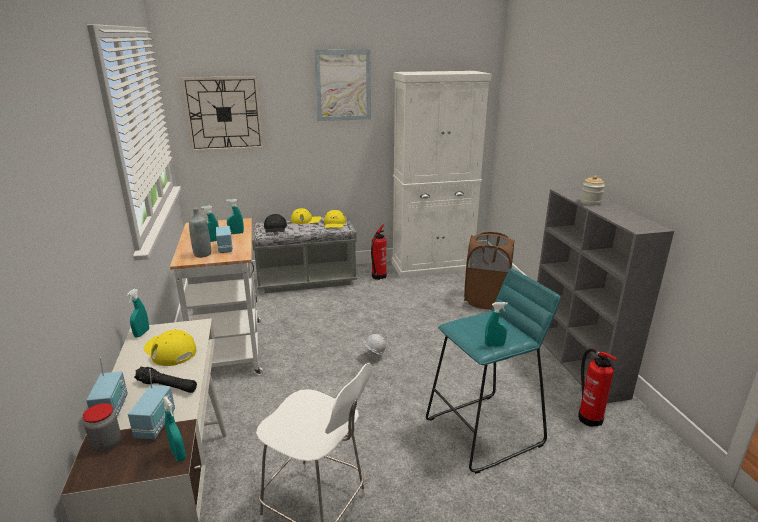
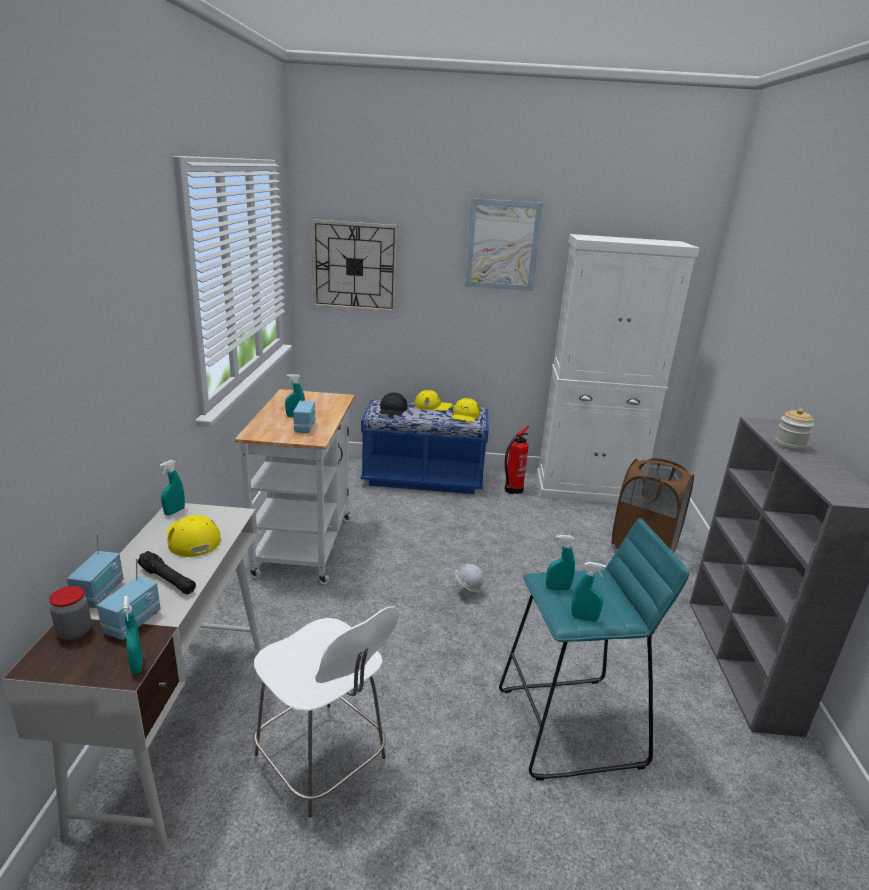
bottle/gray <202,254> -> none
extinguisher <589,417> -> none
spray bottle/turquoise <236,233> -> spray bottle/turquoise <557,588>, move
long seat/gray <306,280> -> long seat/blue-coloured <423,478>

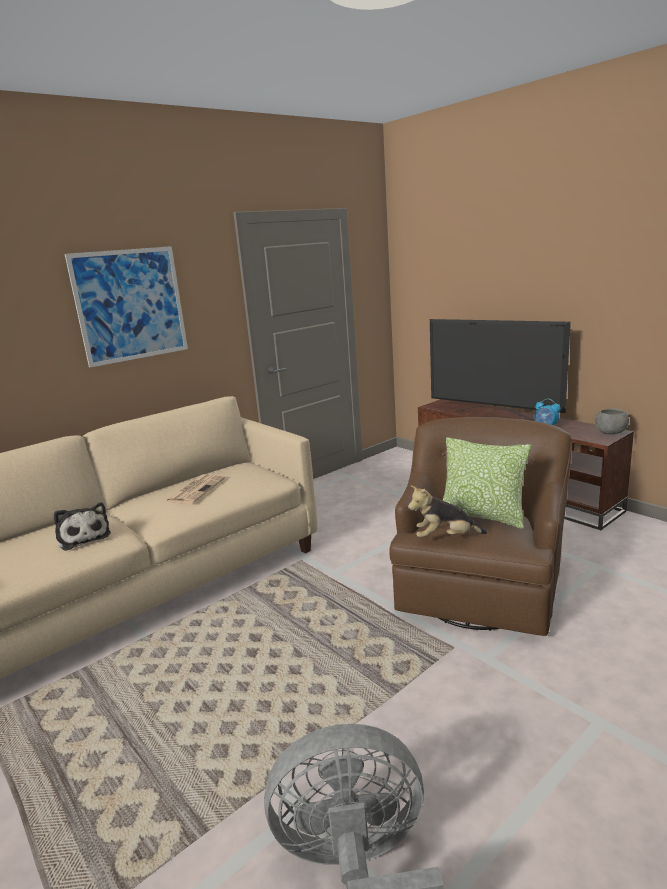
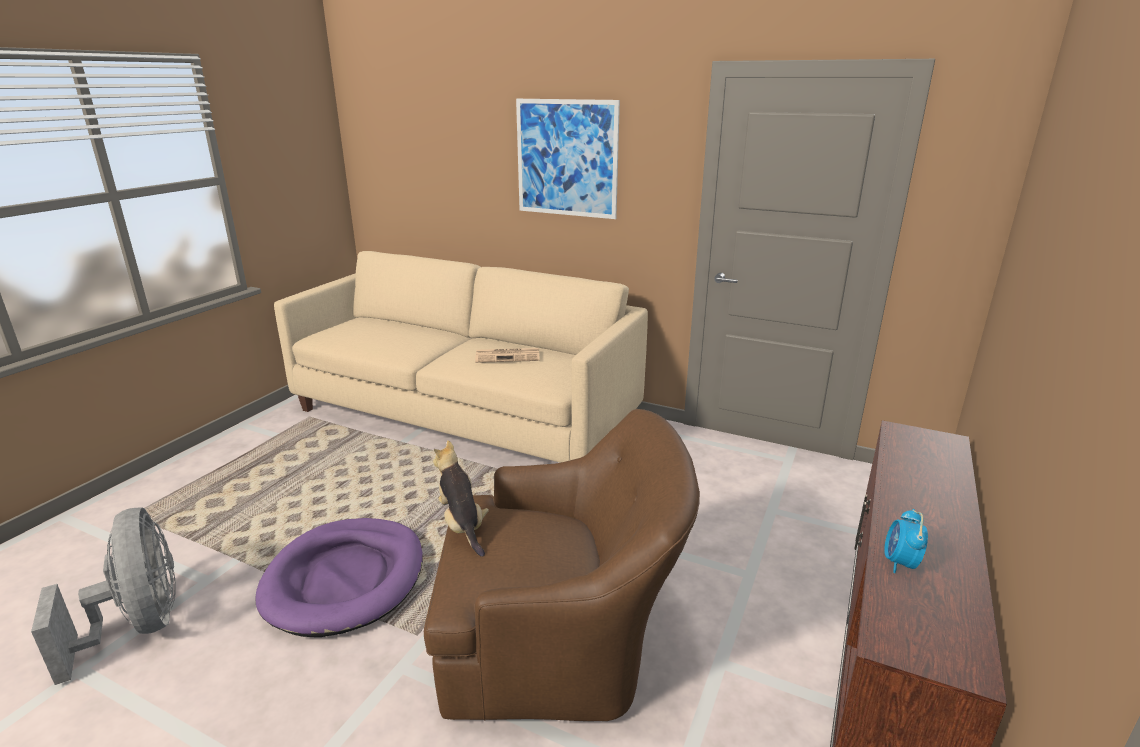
plush toy <83,537> -> none
TV set <493,415> -> none
cushion <483,516> -> none
serving bowl/gray <611,433> -> none
none -> dog cushion/purple <345,579>

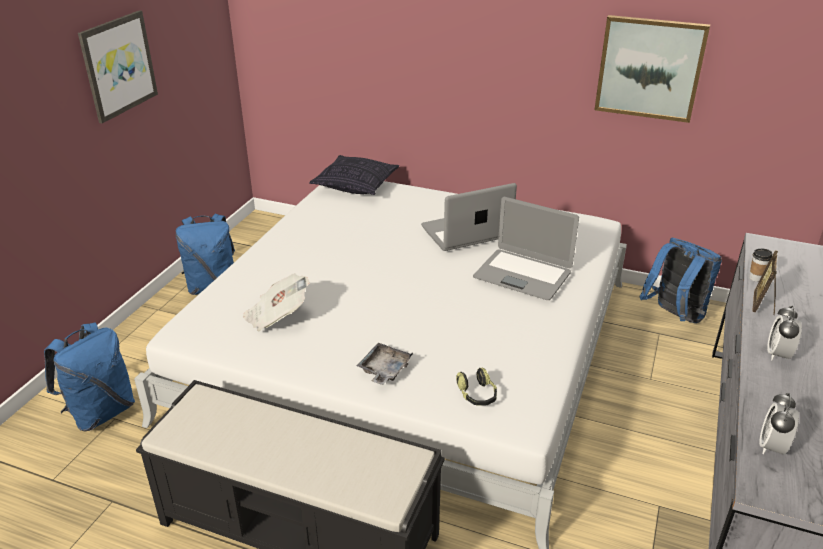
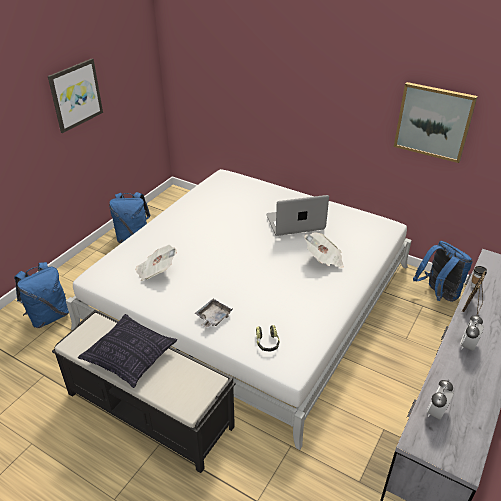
cushion <356,185> -> cushion <130,357>, move
portable computer <522,275> -> newspaper <324,259>

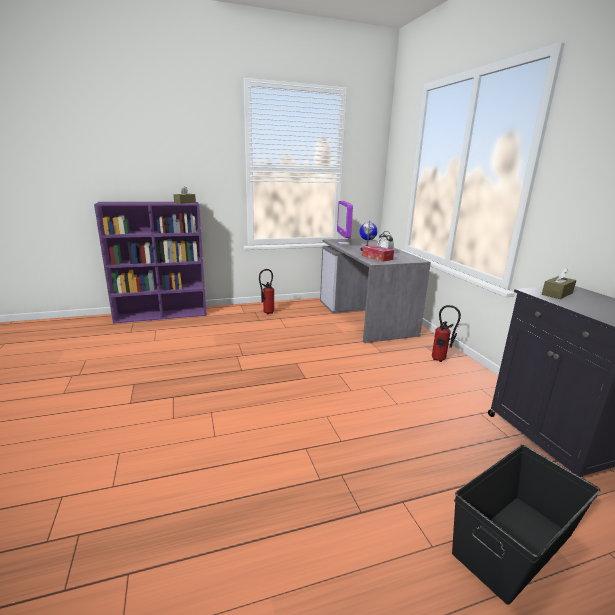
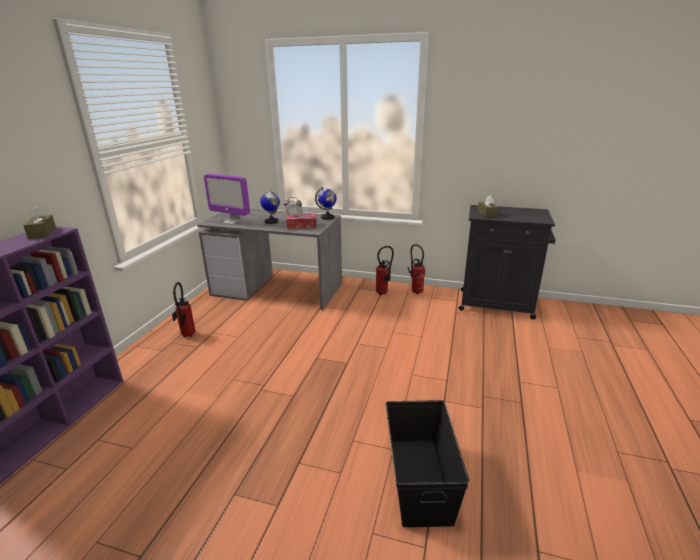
none -> globe <327,217>
none -> extinguisher <416,291>
storage bin/blackish <511,543> -> storage bin/blackish <418,479>, move

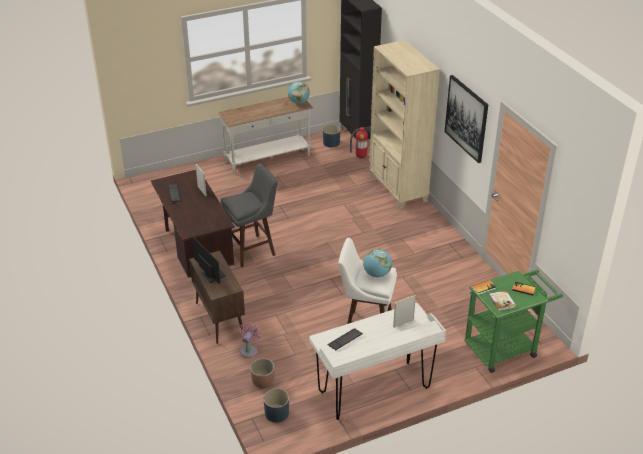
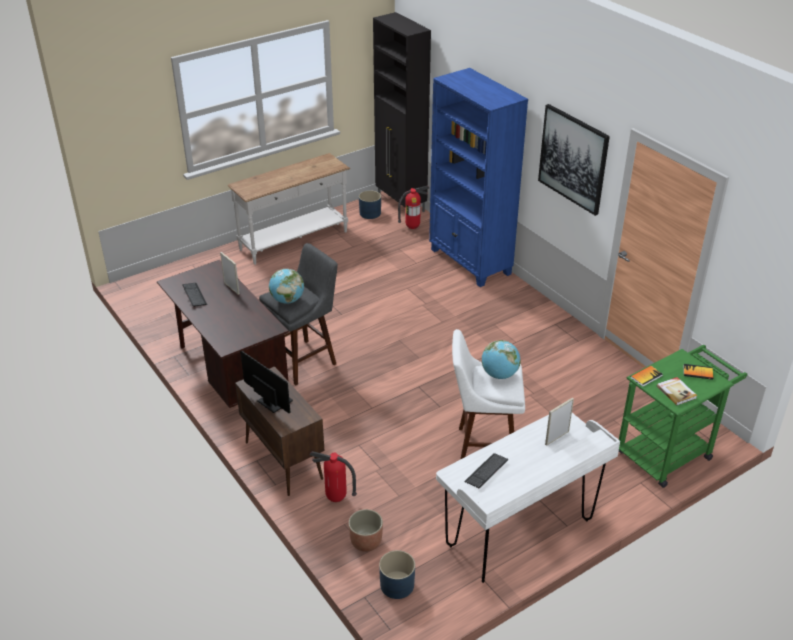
globe <298,102> -> globe <287,300>, move
electric fan/pink <249,350> -> extinguisher <336,499>
bookshelf/sand-coloured <398,189> -> bookshelf/blue-coloured <470,262>

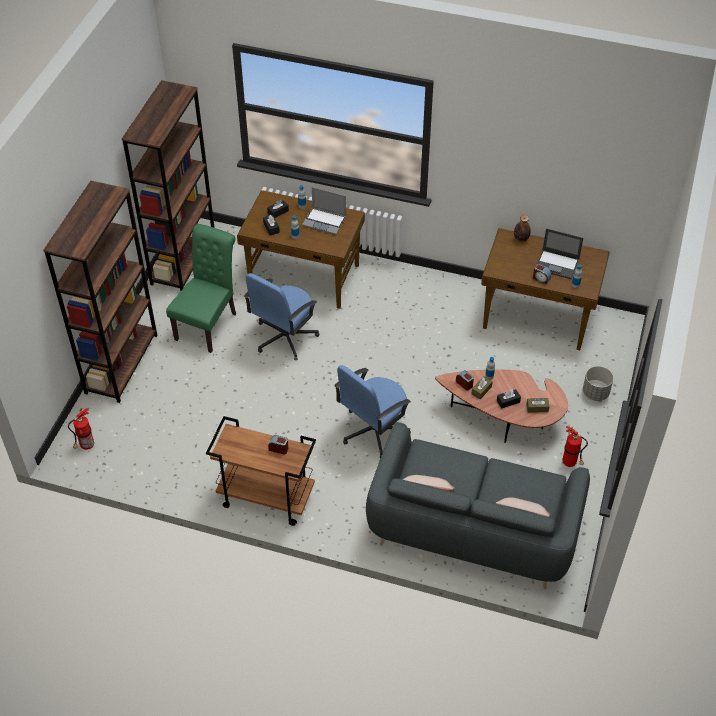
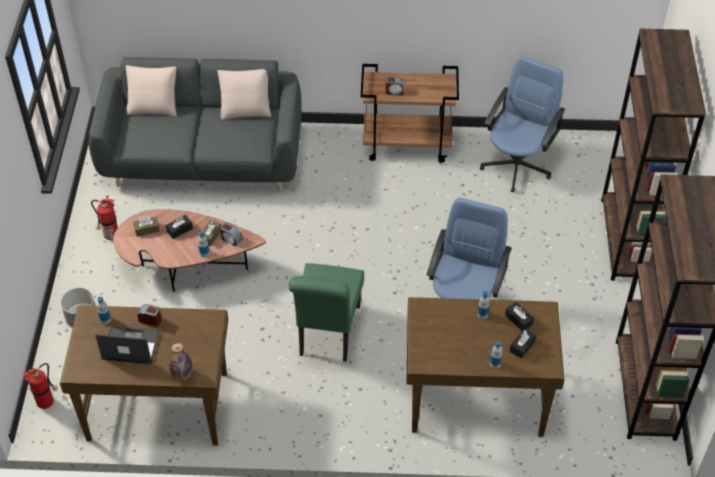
portable computer <325,221> -> none
extinguisher <86,446> -> extinguisher <47,402>, move
plain chair/green-coloured <209,324> -> plain chair/green-coloured <328,334>, move
desk chair/blue-coloured <373,431> -> desk chair/blue-coloured <517,165>, move

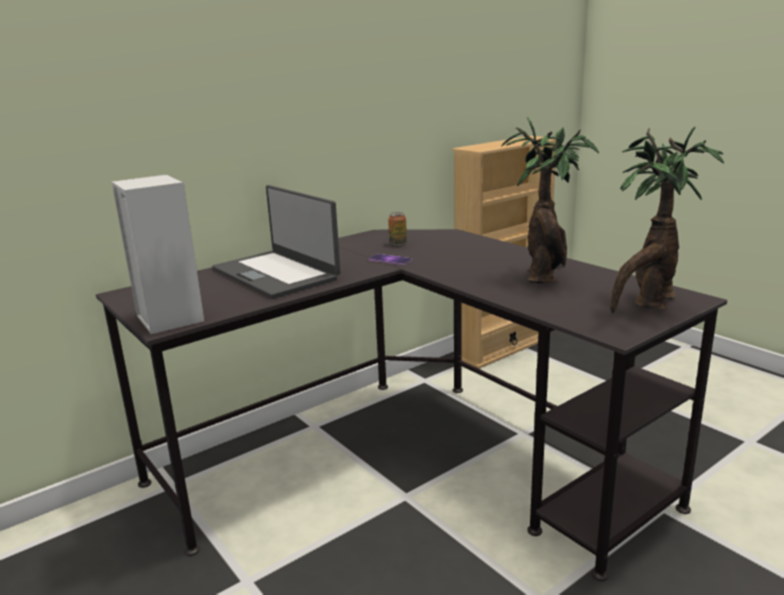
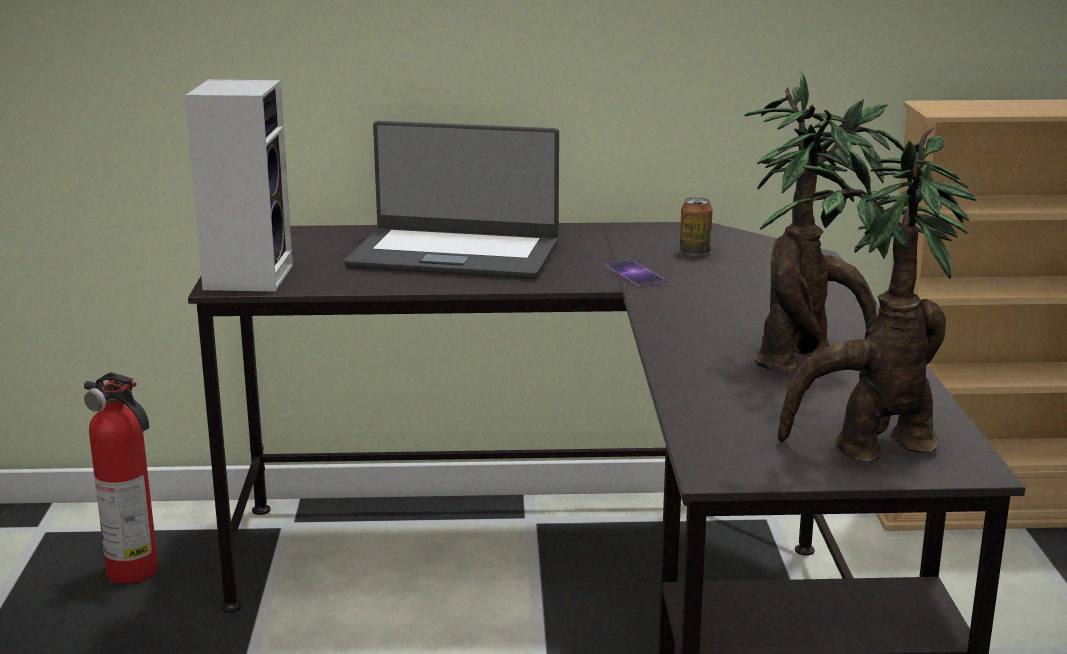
none -> extinguisher <135,572>
portable computer <276,274> -> portable computer <455,254>, 75 degrees counterclockwise

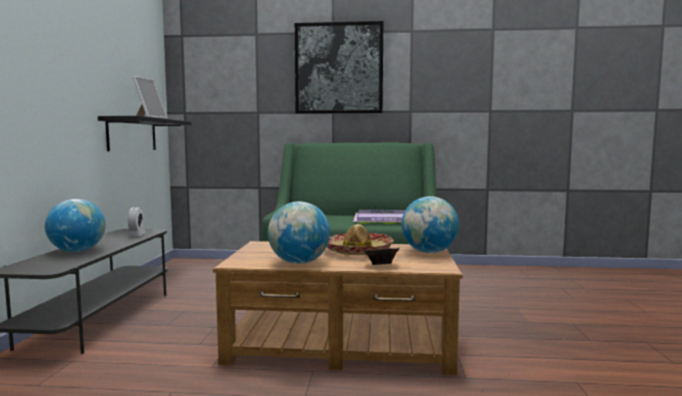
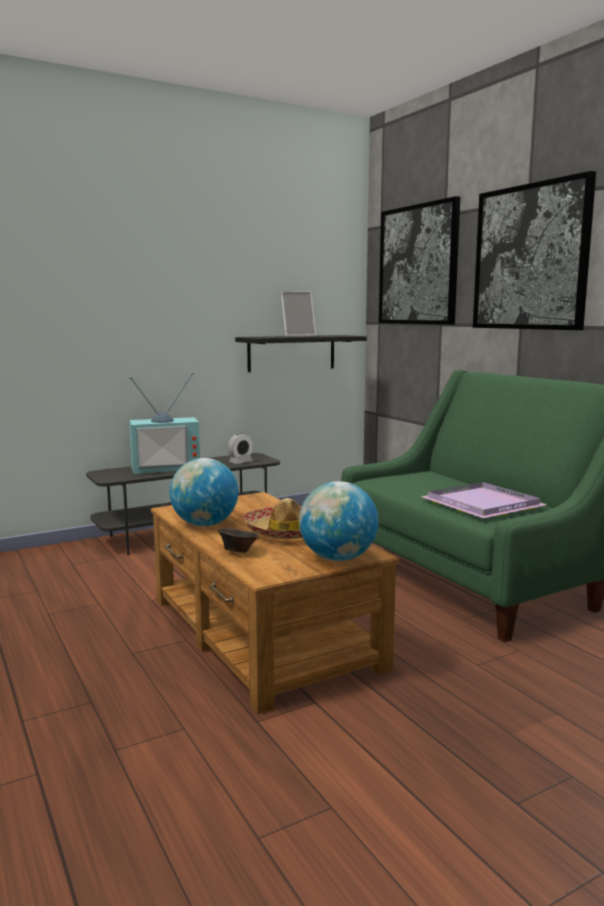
none -> picture <418,265>
globe <77,251> -> TV set <166,467>

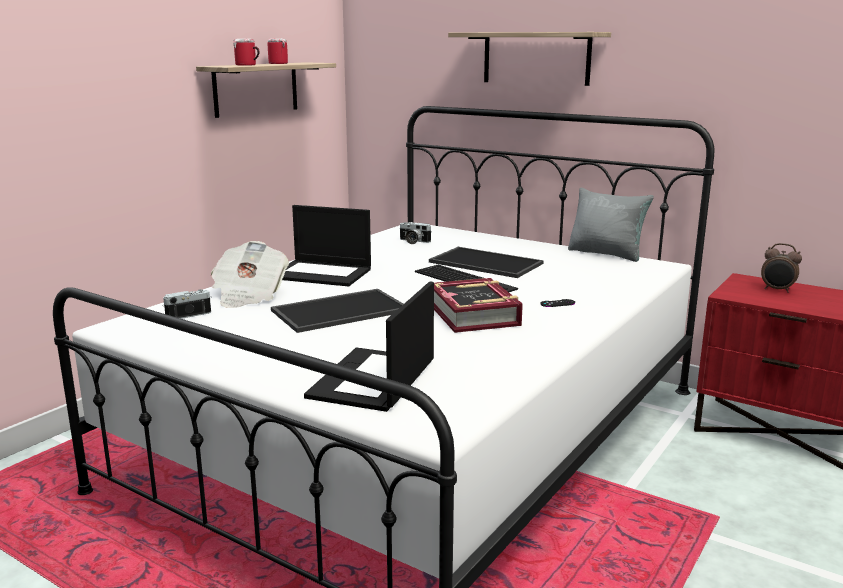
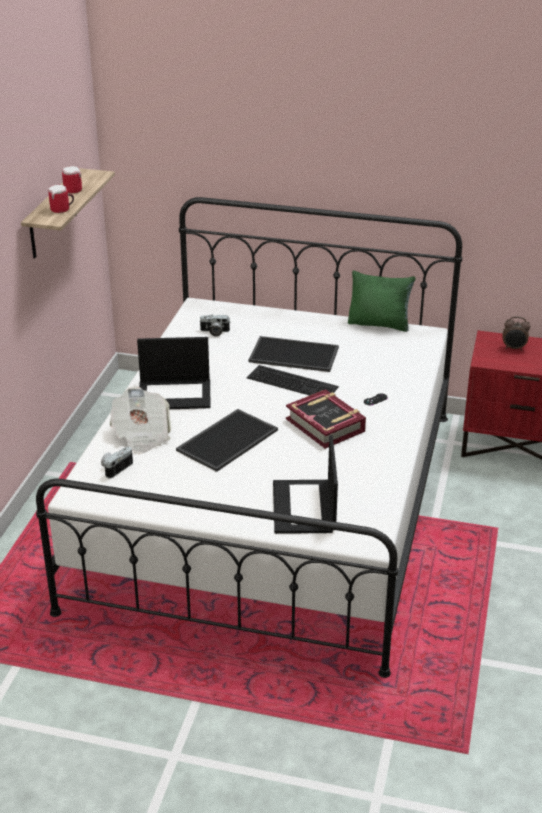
shelf <536,58> -> none
cushion/gray <606,254> -> cushion/green-coloured <379,324>

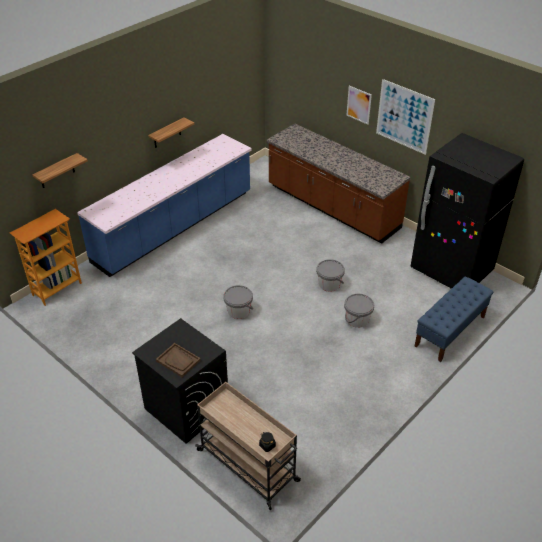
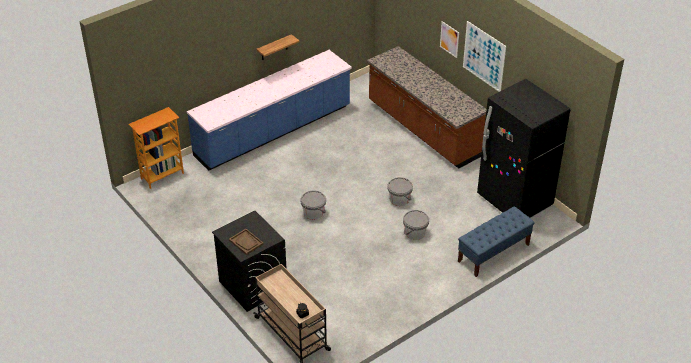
shelf <56,171> -> none

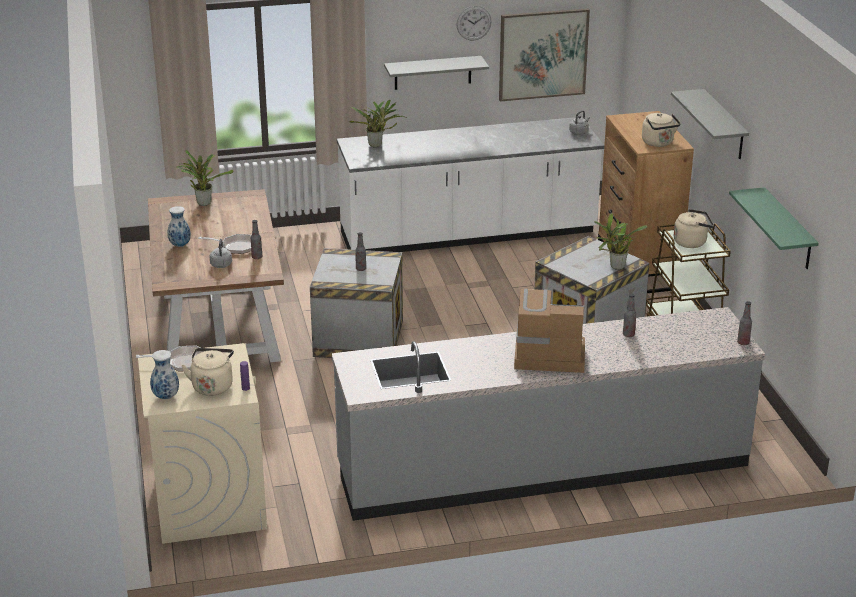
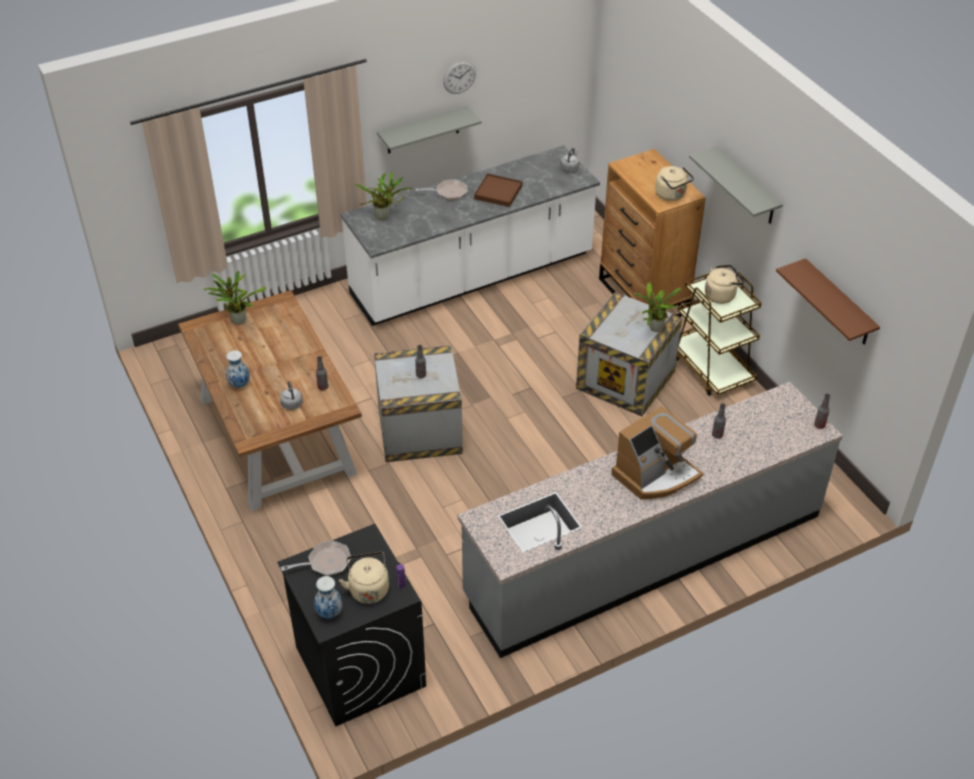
picture <543,54> -> none
none -> serving tray/brown <498,192>
pan <236,247> -> pan <448,192>, move
washing machine/sand-coloured <209,502> -> washing machine/blackish <359,666>
shelf/green-coloured <788,230> -> shelf/brown <838,304>
coffee brewer <548,354> -> coffee brewer <655,475>, 150 degrees clockwise

